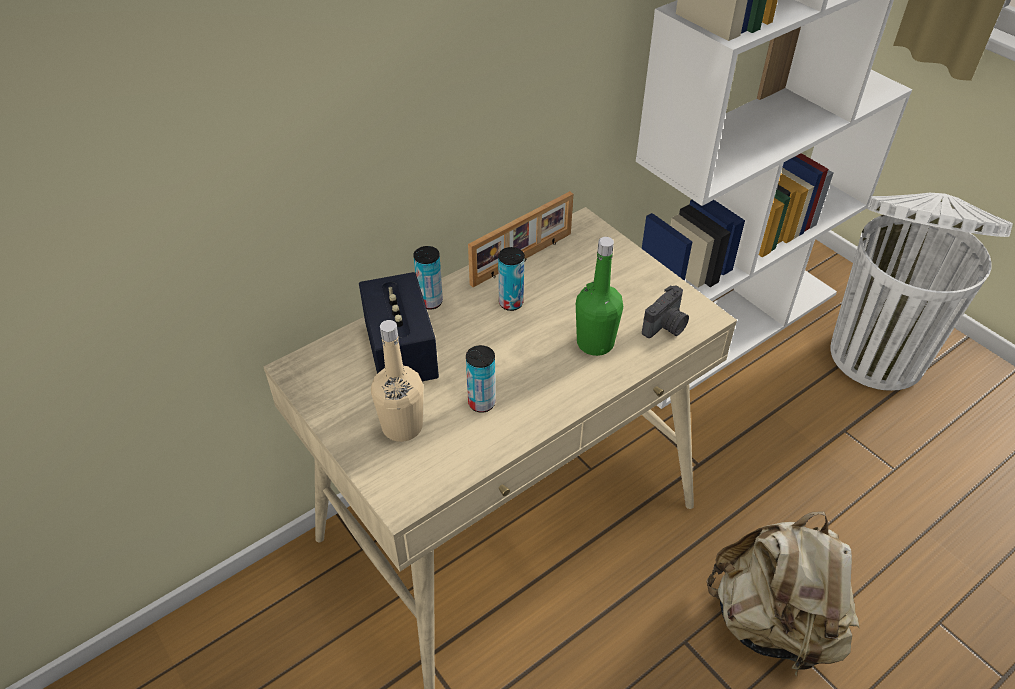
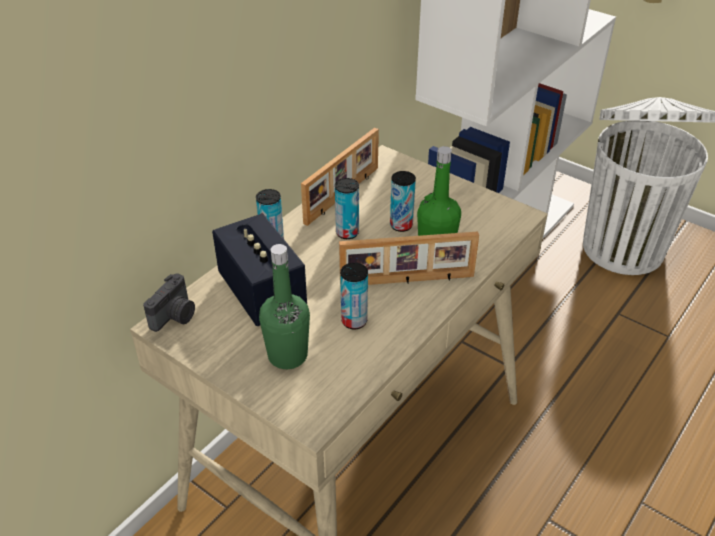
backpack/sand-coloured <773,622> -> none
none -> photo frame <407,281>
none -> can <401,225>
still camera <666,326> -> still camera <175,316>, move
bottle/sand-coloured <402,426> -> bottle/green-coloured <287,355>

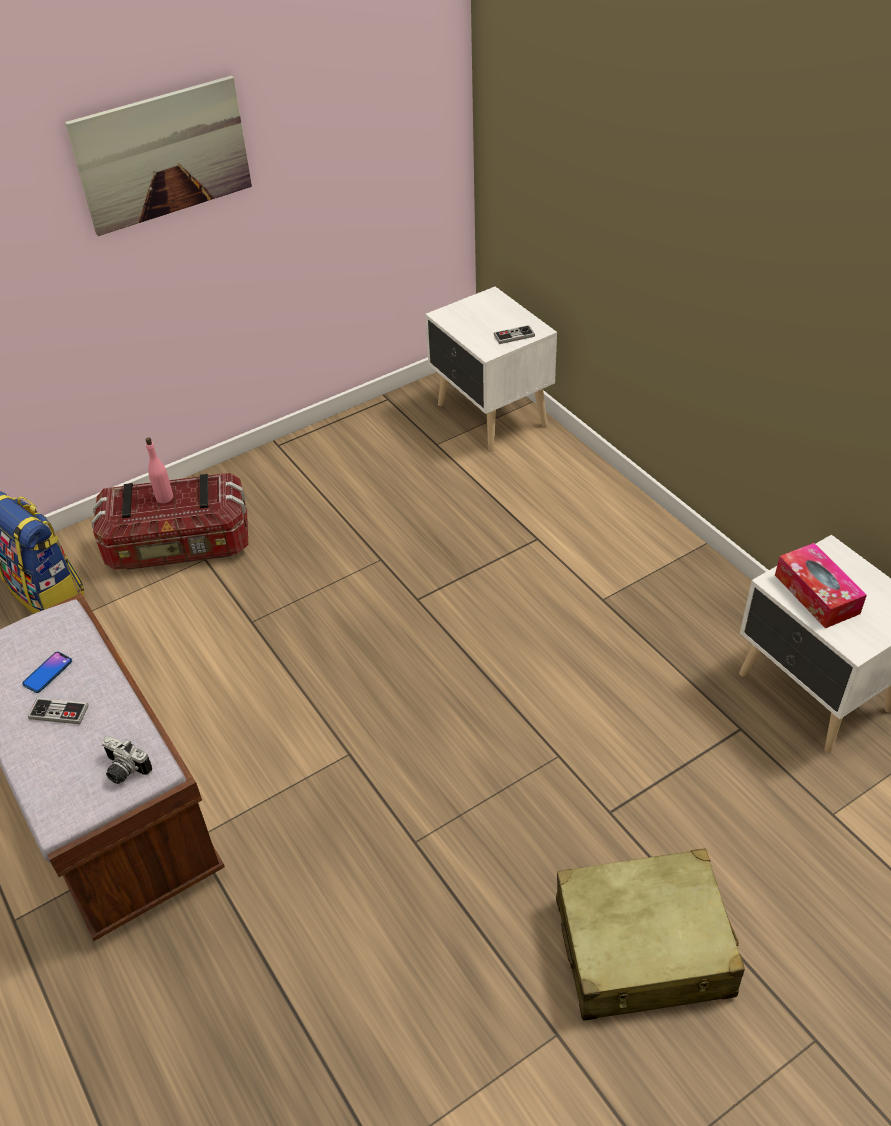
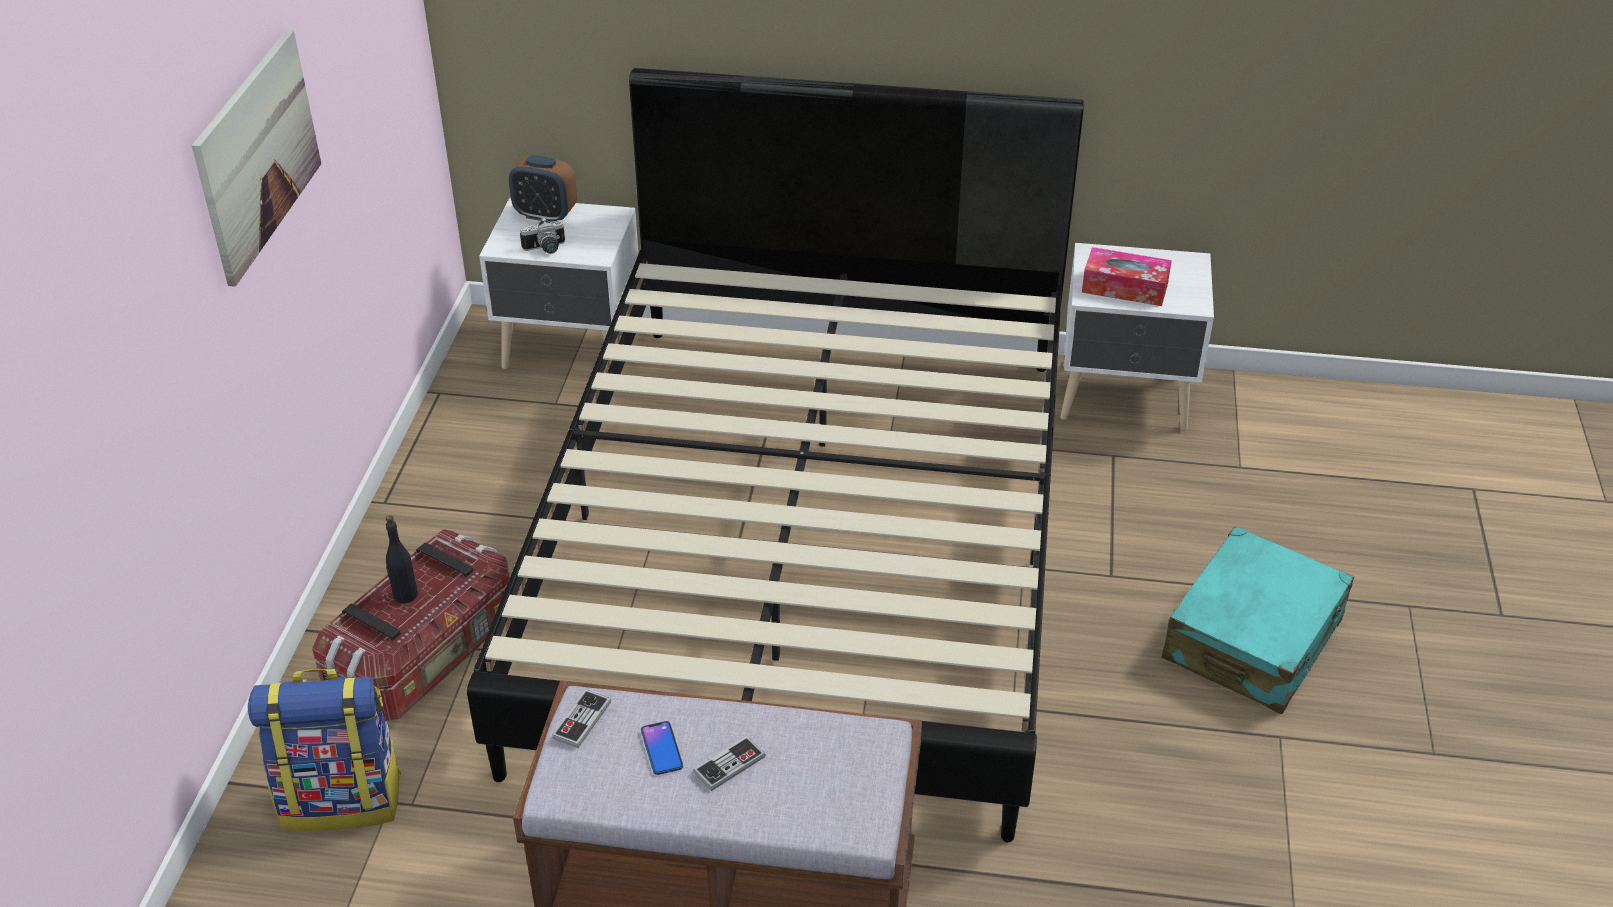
none -> sleeping bed/blackish <808,543>
none -> table clock <545,215>
still camera <123,770> -> still camera <545,249>, move
game controller <514,336> -> game controller <582,720>, move
bottle/pink <164,497> -> bottle/blackish <405,595>
suitcase/sand-coloured <643,948> -> suitcase/turquoise <1253,640>

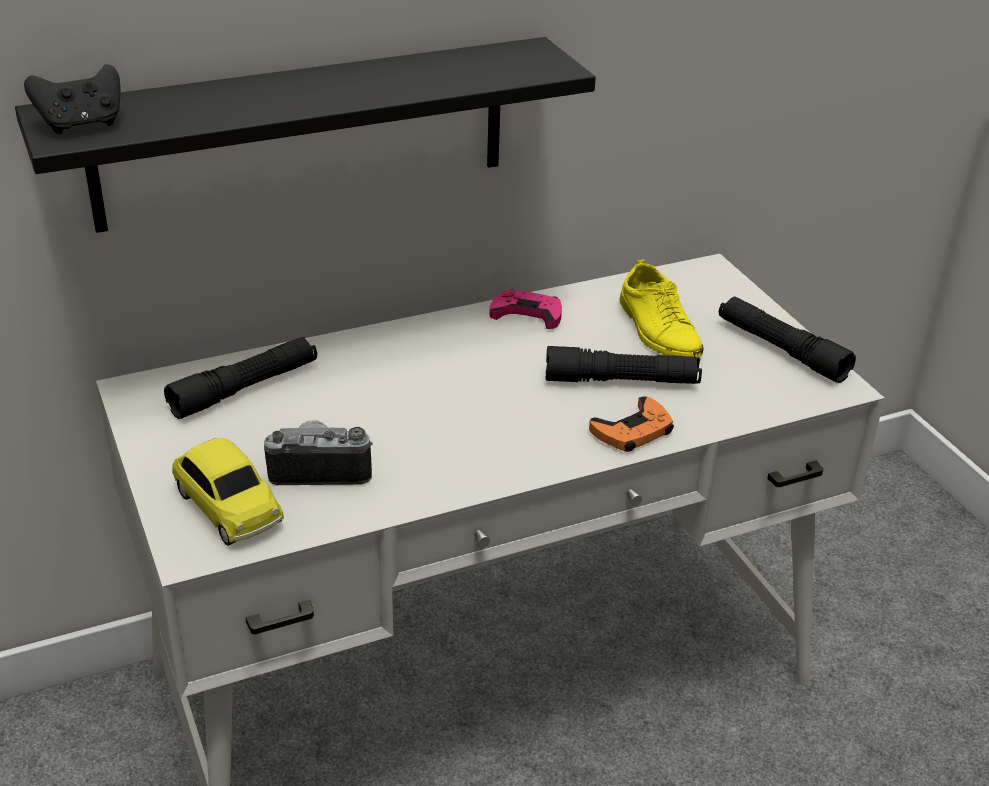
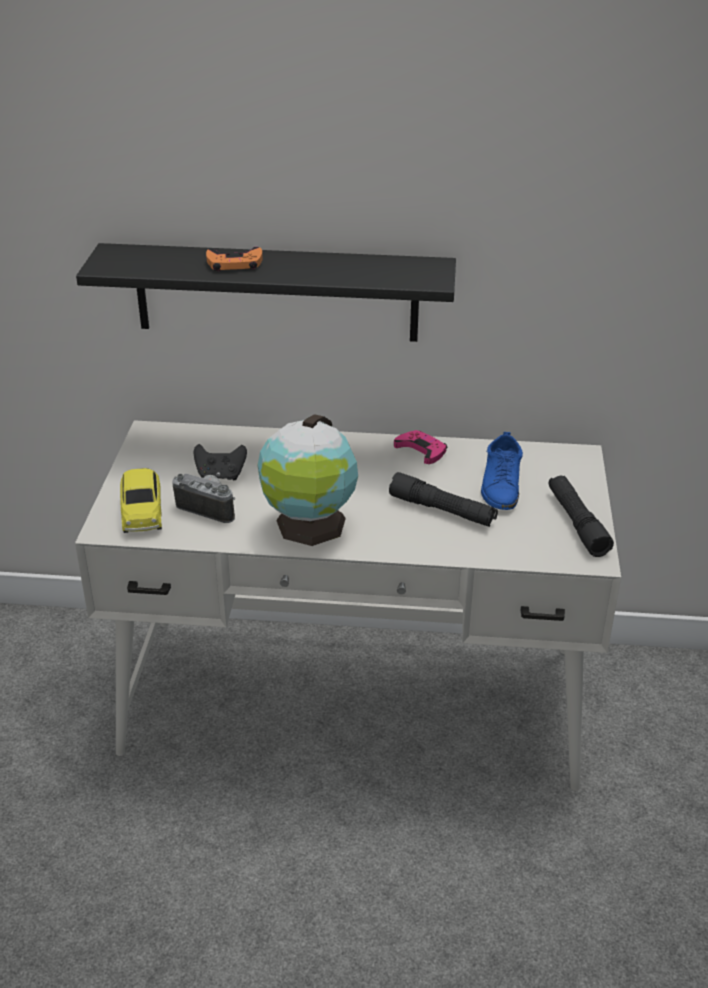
hand torch/blackish <245,388> -> none
none -> globe <309,526>
game controller/blackish <82,125> -> game controller/blackish <220,475>, move
game controller/orange-coloured <633,431> -> game controller/orange-coloured <235,264>, move
shoe/yellow <658,329> -> shoe/blue-coloured <501,484>

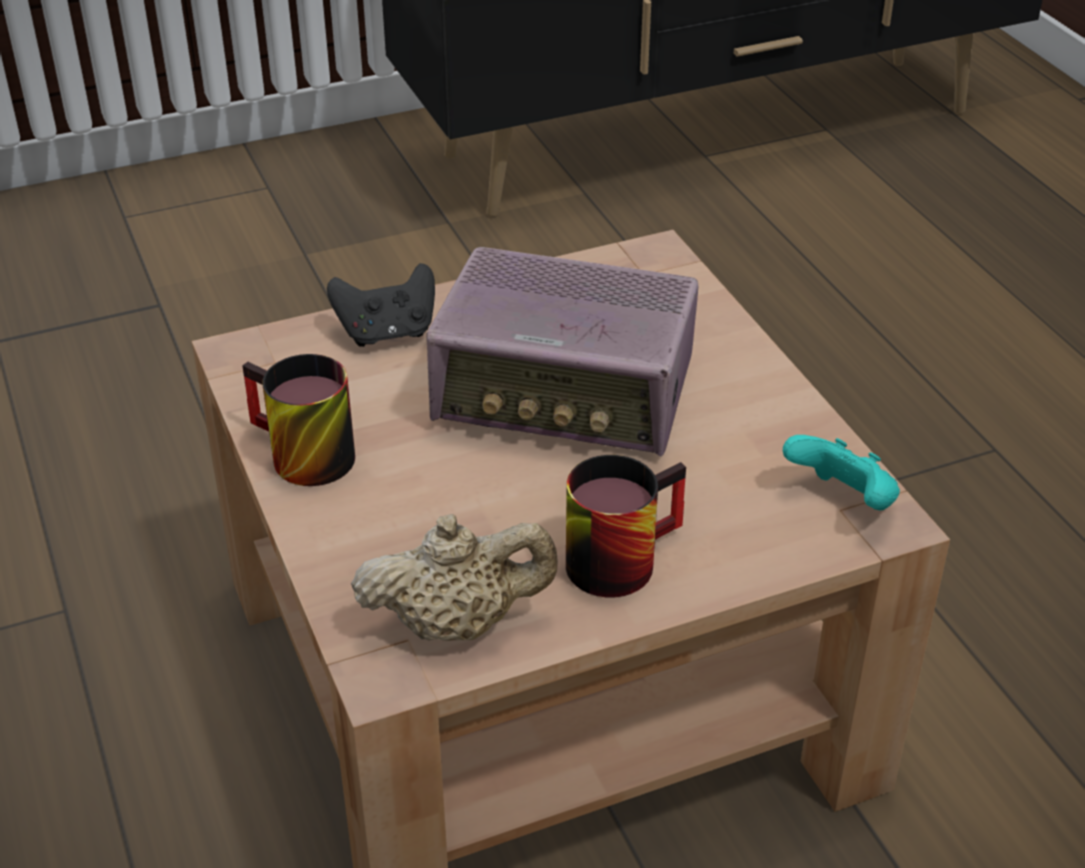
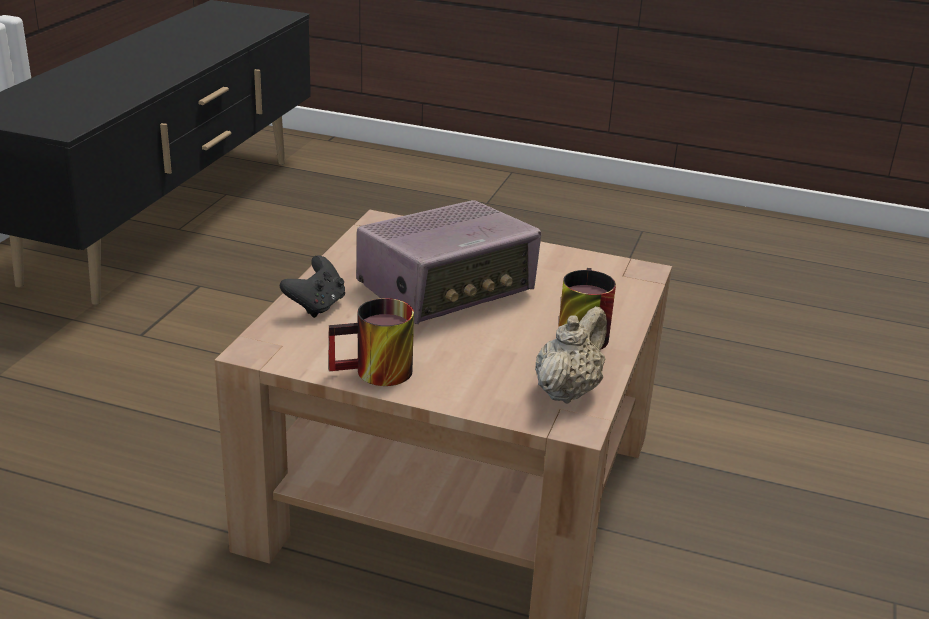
game controller/turquoise <843,501> -> none

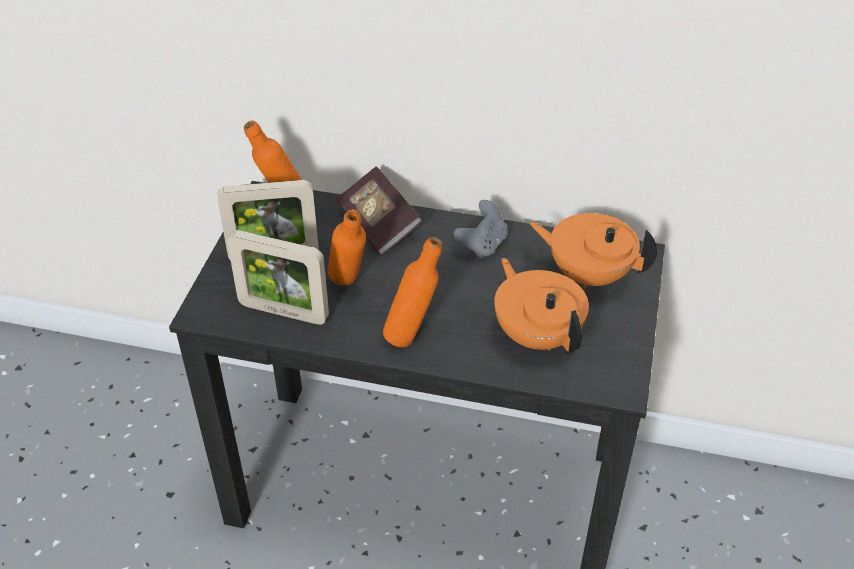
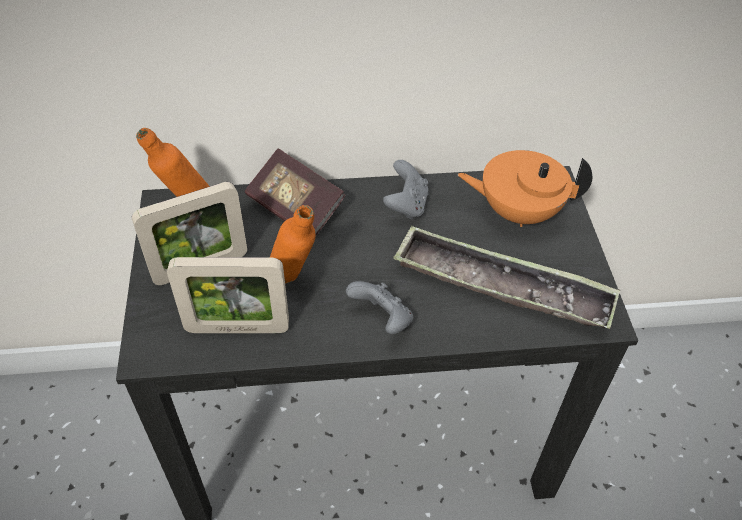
bottle/orange-coloured <412,336> -> game controller/gray <382,319>
tea pot/orange-coloured <537,334> -> serving tray <501,285>

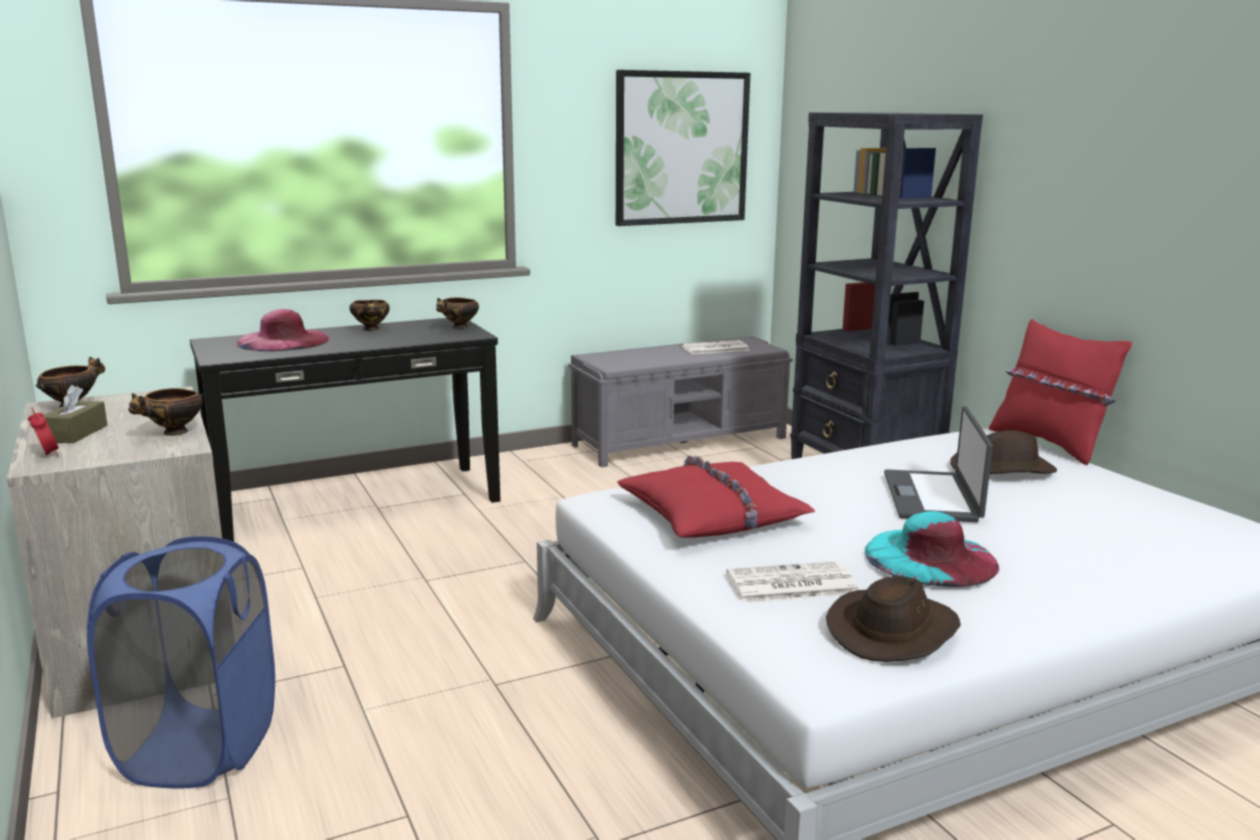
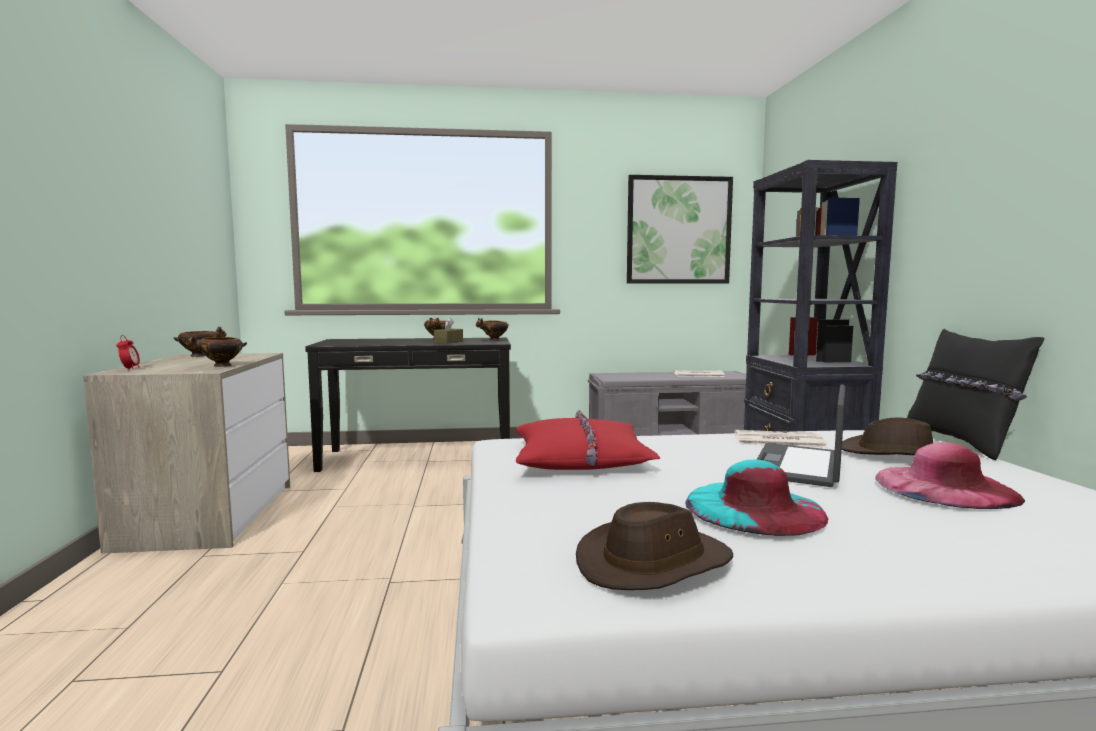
washing basket/blue-coloured <199,748> -> none
box of tissues/brown <76,433> -> box of tissues/brown <448,342>, move
clothing hat/pink <283,341> -> clothing hat/pink <945,487>, move
newspaper <790,584> -> newspaper <777,440>, move
cushion/reddish <1049,444> -> cushion/blackish <961,443>

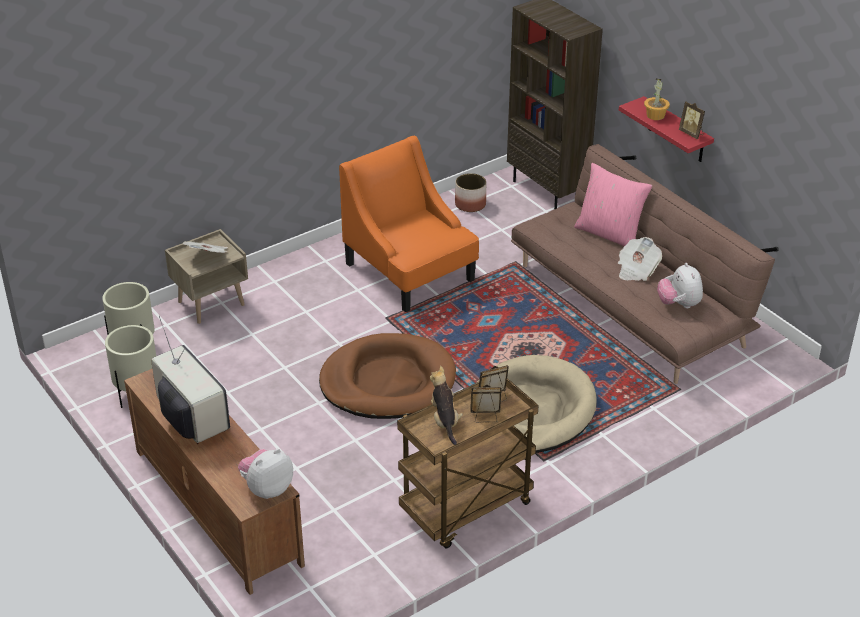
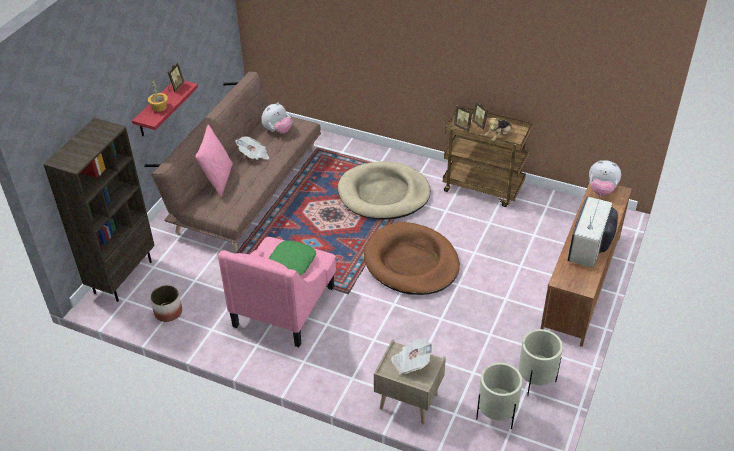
none -> cushion/green-coloured <291,262>
easy chair/orange-coloured <410,272> -> easy chair/pink <284,306>

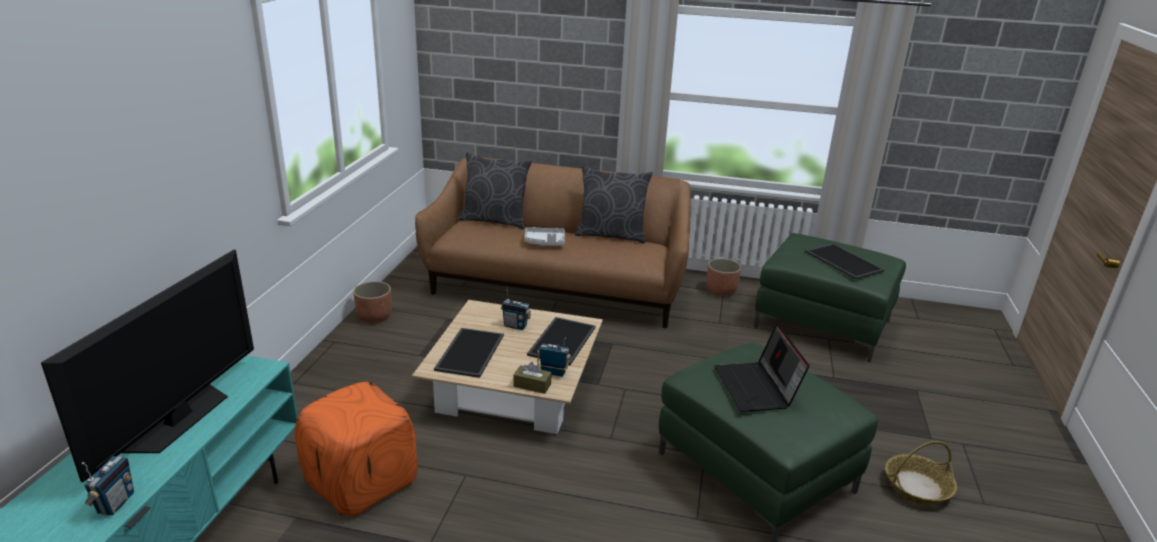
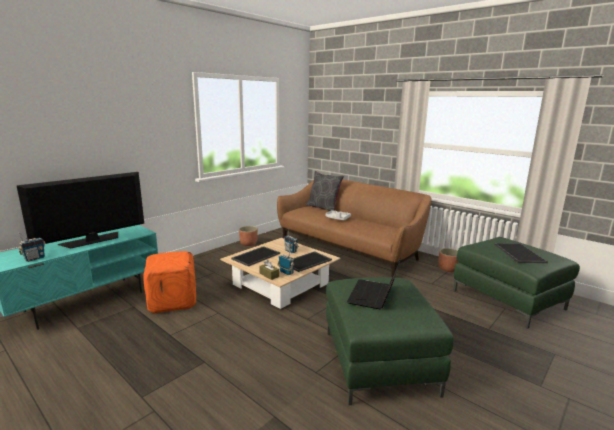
cushion/gray <611,235> -> none
basket <917,487> -> none

